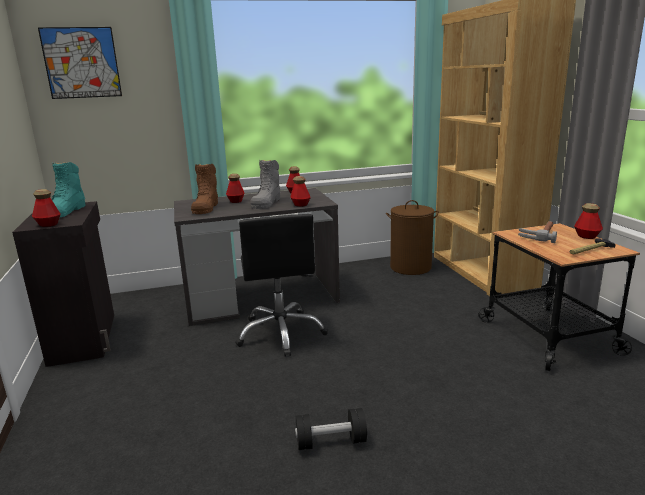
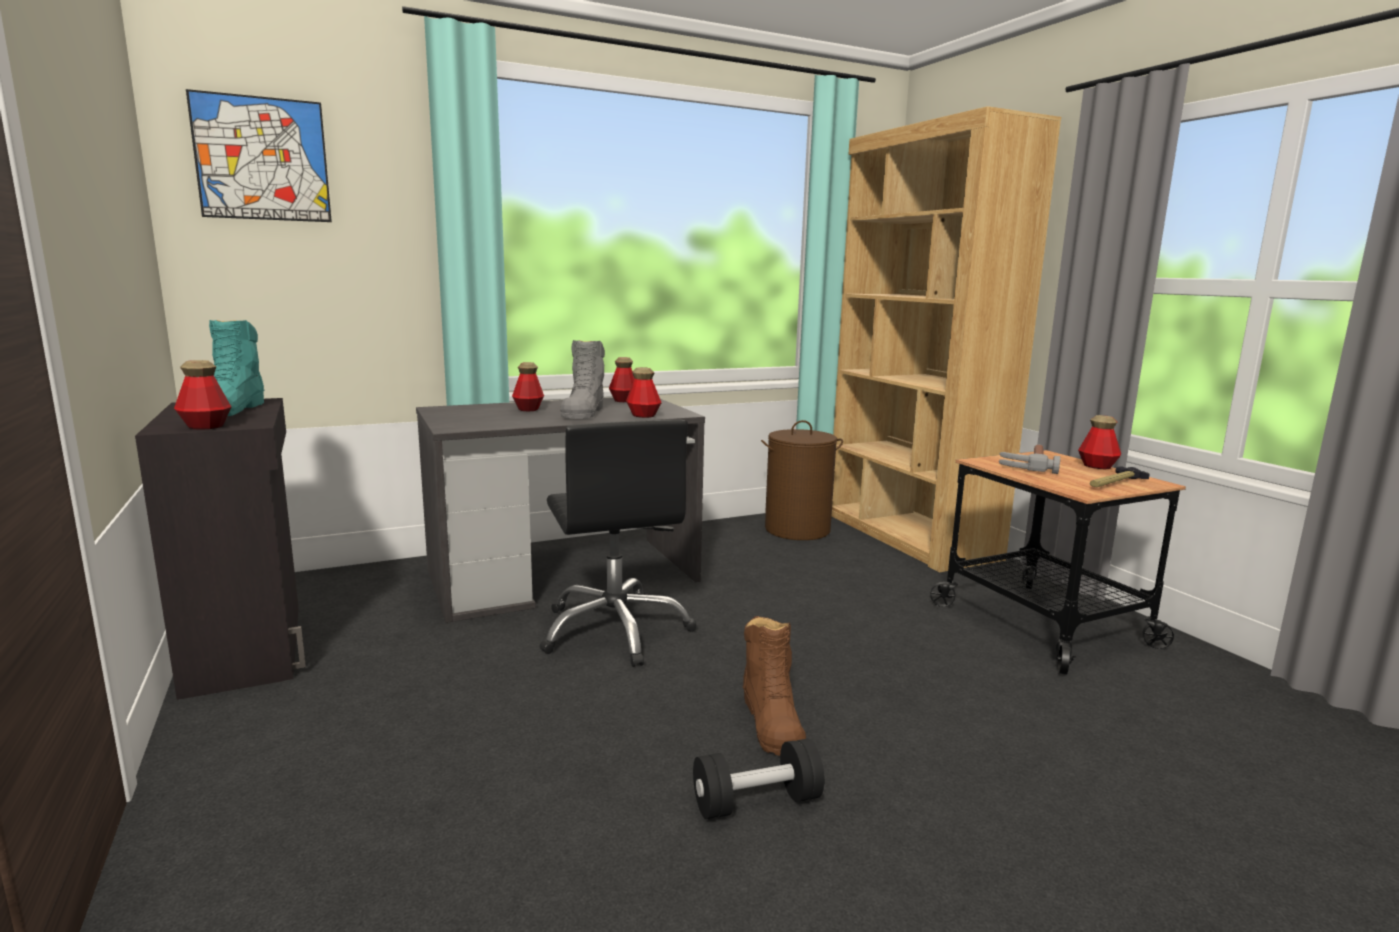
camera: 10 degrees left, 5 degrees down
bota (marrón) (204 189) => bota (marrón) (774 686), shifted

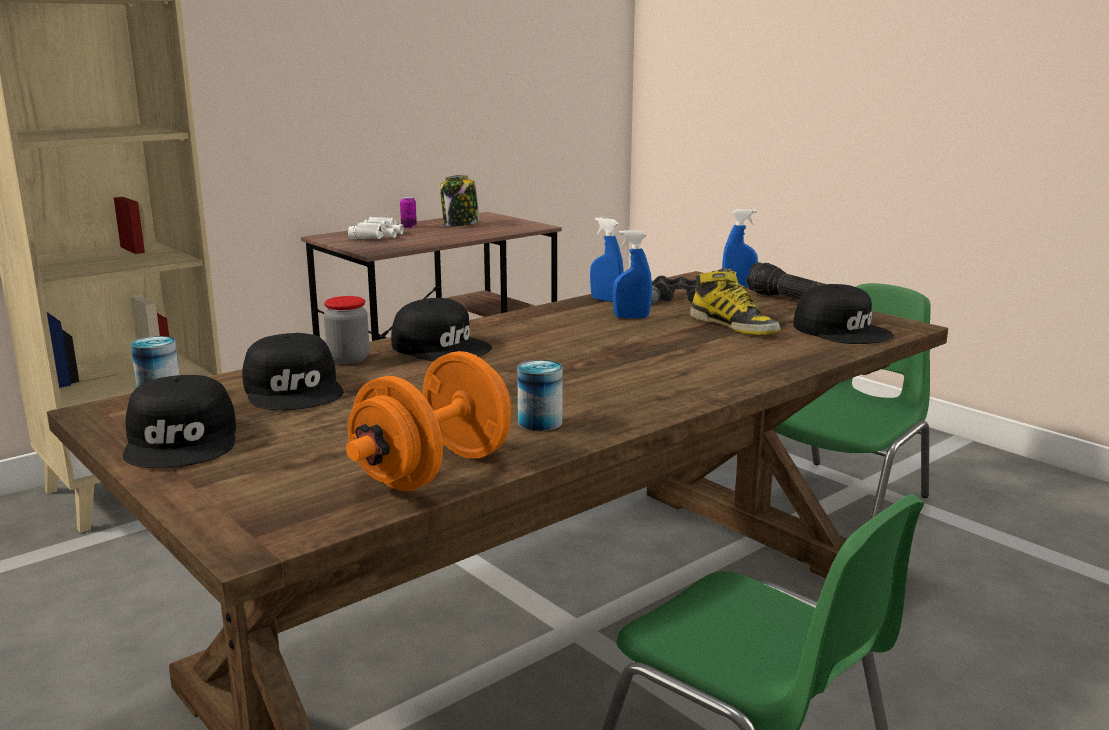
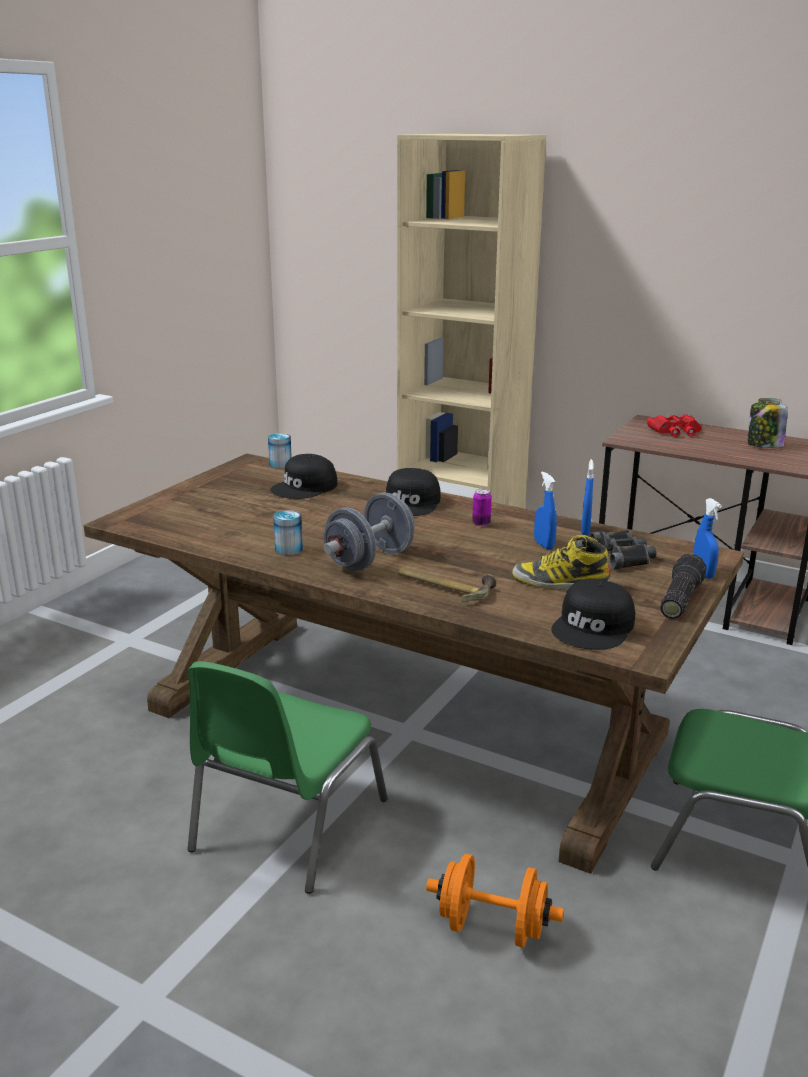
camera: 70 degrees right, 5 degrees up
gorra (negro) (179 421) => nothing
tarro (347 330) => nothing
mancuerna (naranja) (428 421) => mancuerna (naranja) (495 901), shifted
prismáticos (blanco) (376 228) => prismáticos (rojo) (674 425)
lata (408 212) => lata (482 507), shifted
bota (735 301) => bota (561 562), 75 degrees clockwise
nothing => mancuerna (gris) (369 532)
nothing => martillo (447 585)

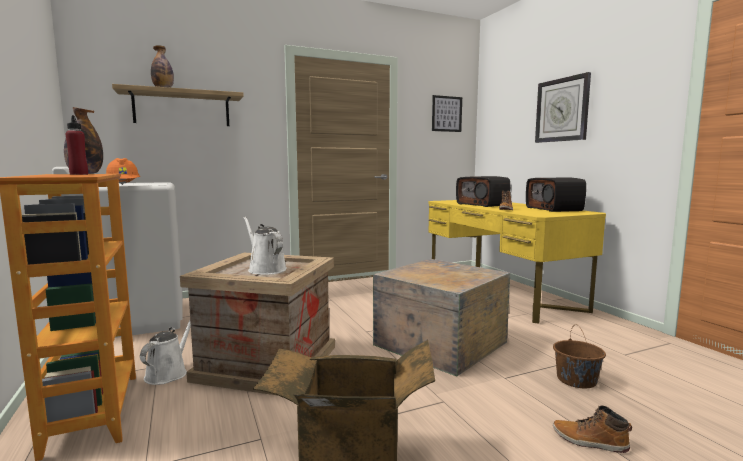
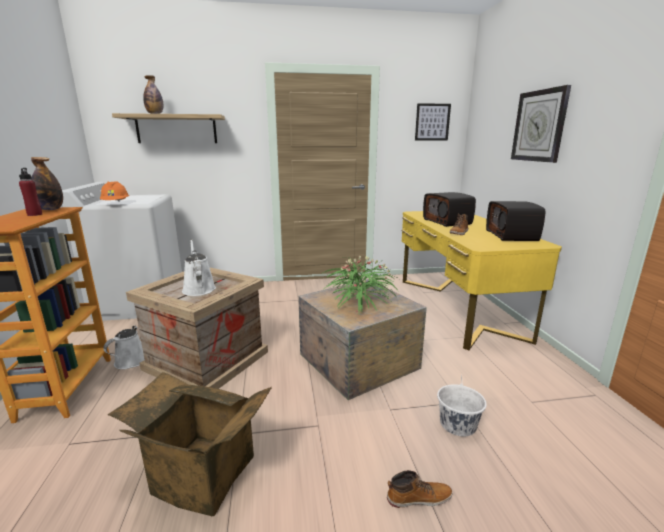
camera: 15 degrees right, 10 degrees up
cubo (marrón) (579 356) => cubo (blanco) (462 405)
bota (592 429) => bota (419 489), 135 degrees clockwise
nothing => planta en maceta (361 284)

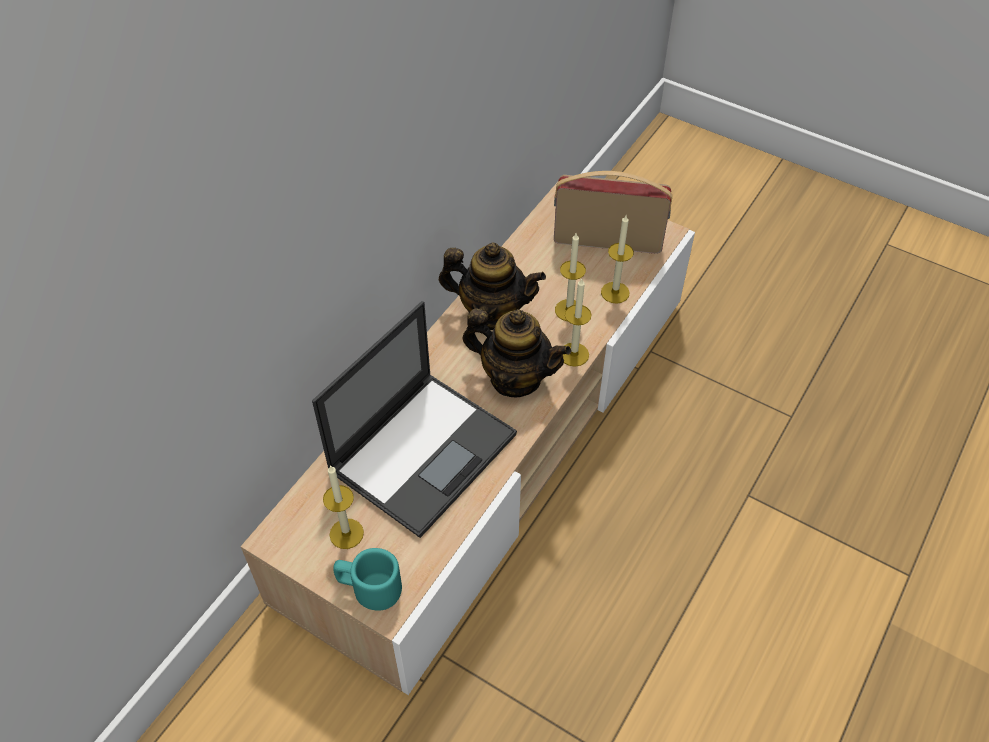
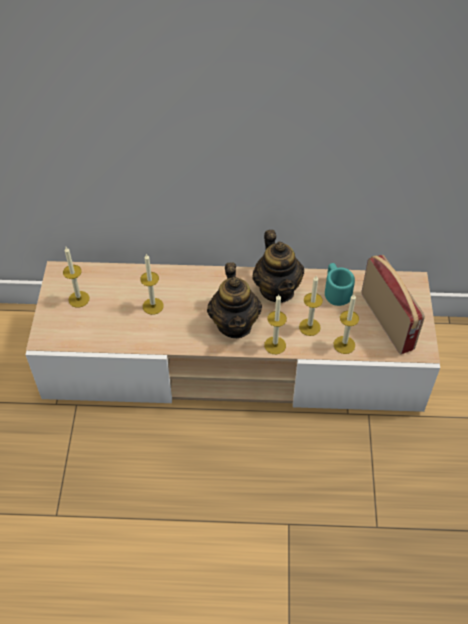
camera: 60 degrees right, 0 degrees up
portátil (414 419) => vela (152 284)
taza grande (turquesa) (367 579) => taza grande (turquesa) (340 284), shifted

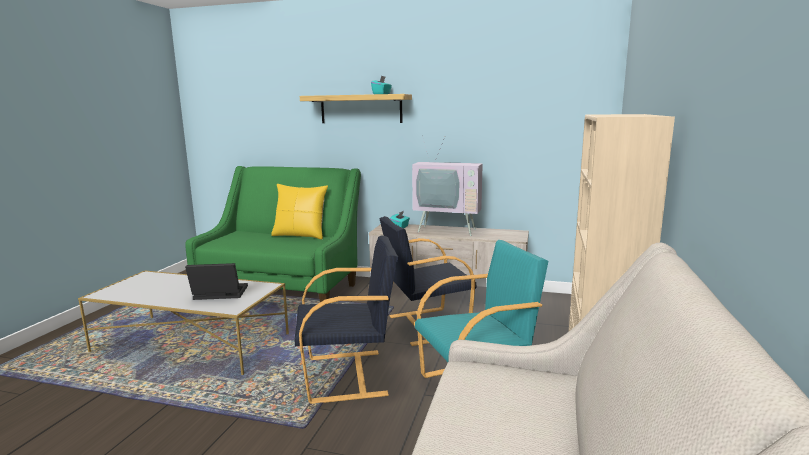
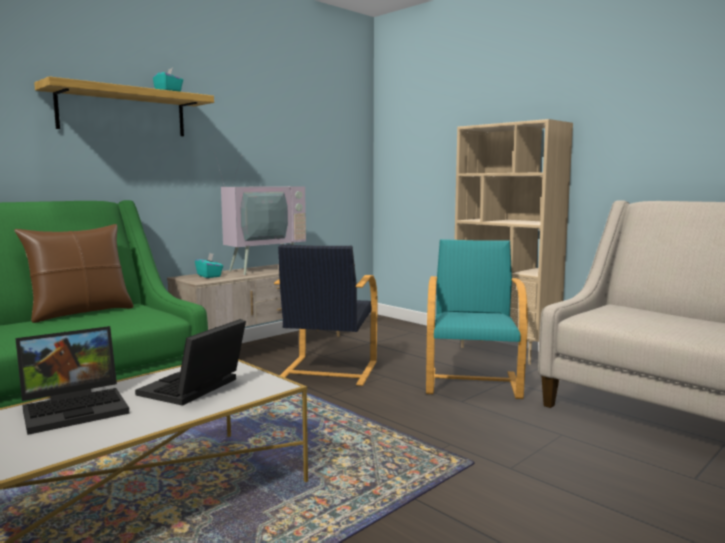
camera: 60 degrees left, 5 degrees down
cojín (amarillo) (299 211) => cojín (marrón) (74 273)
sillón (negro) (346 319) => nothing
nothing => portátil (72 380)

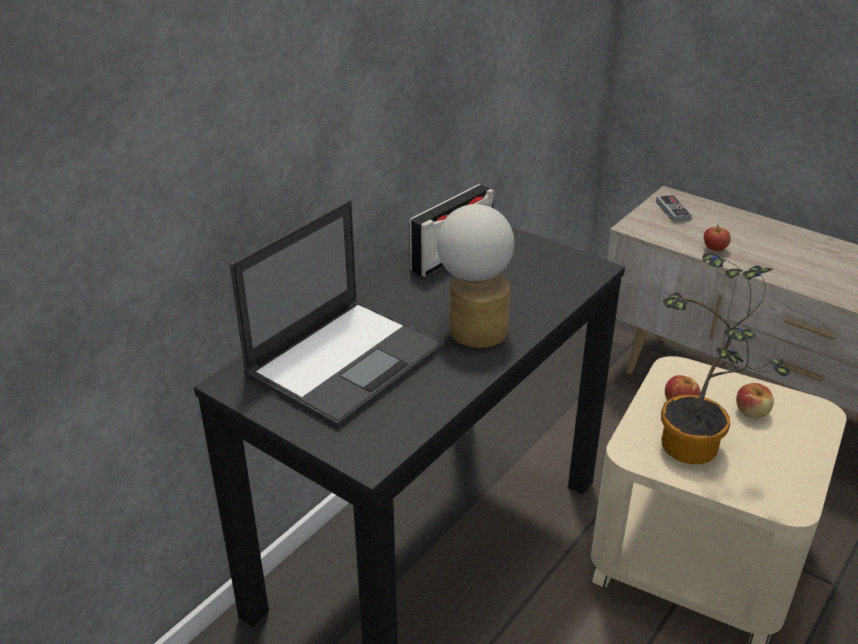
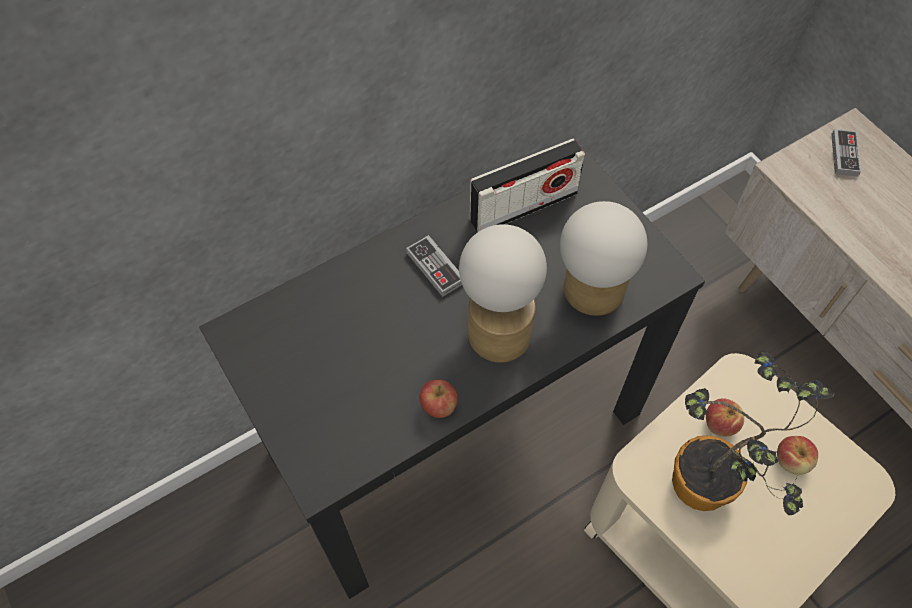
camera: 20 degrees right, 25 degrees up
portátil (337 314) => nothing
manzana (717 238) => manzana (438 399), shifted
nothing => mando de consola (434 266)
nothing => lámpara de mesa (603 258)

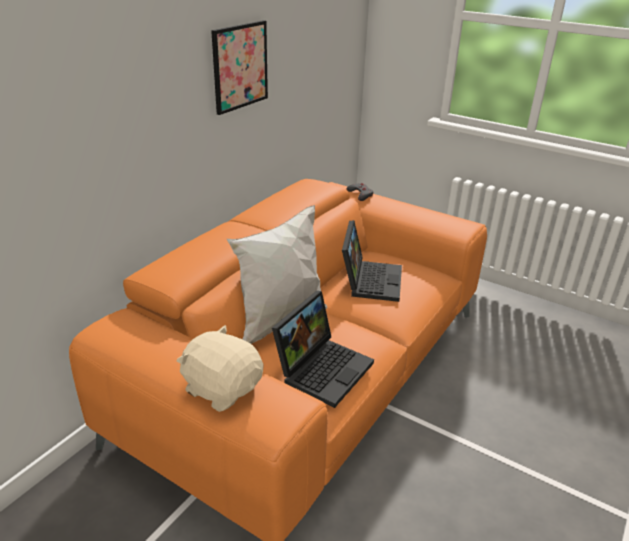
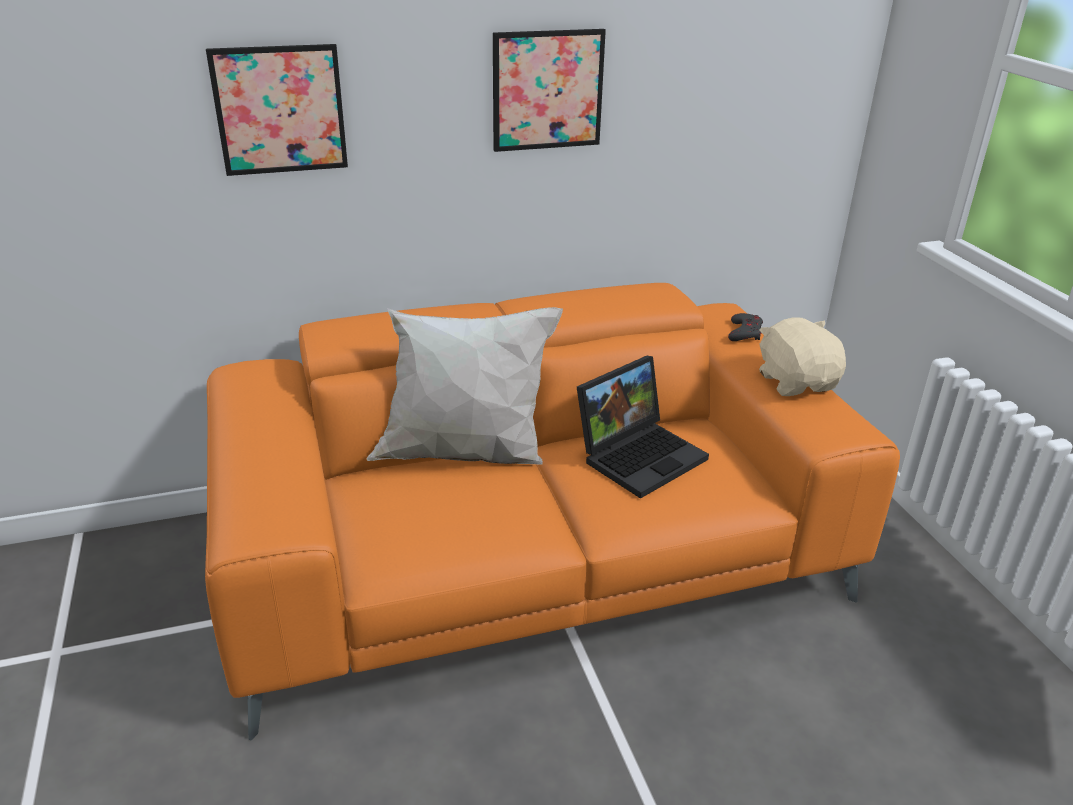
camera: 40 degrees right, 0 degrees up
peluche (beis) (219 368) => peluche (beis) (802 356), shifted
portátil (323 349) => nothing
nothing => cuadro (277 110)

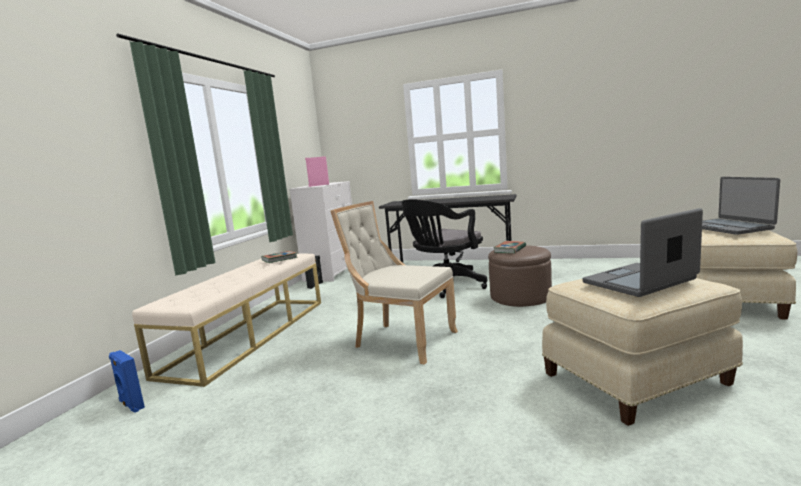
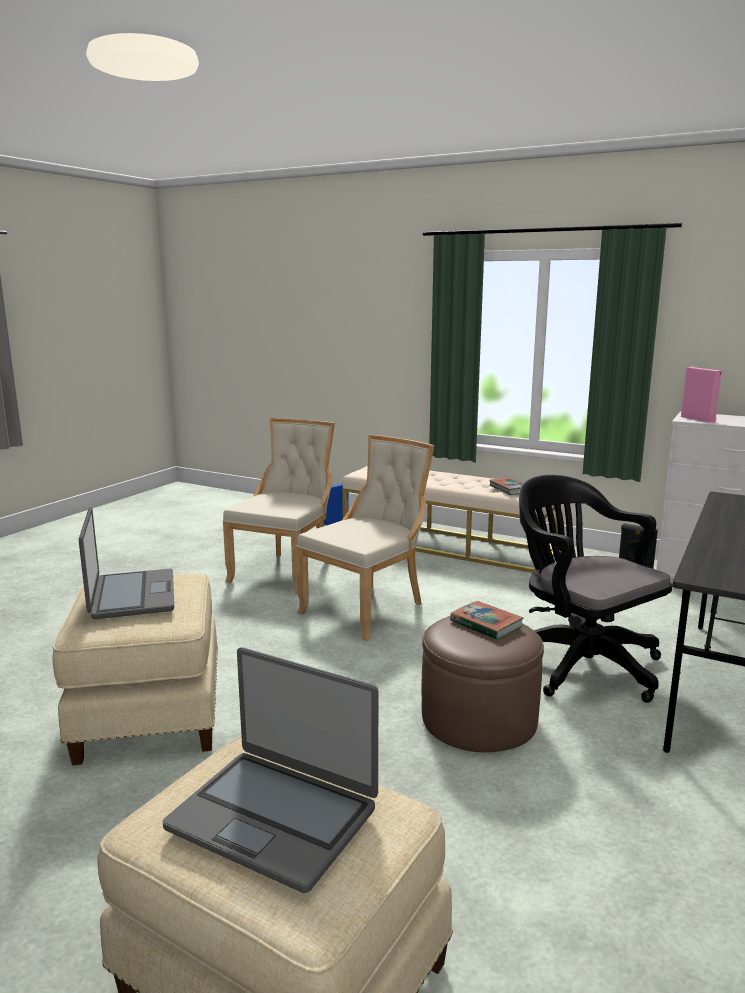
camera: 100 degrees right, 5 degrees up
portátil (741 206) => portátil (270 770), 150 degrees counterclockwise
nothing => silla (beis) (279 506)

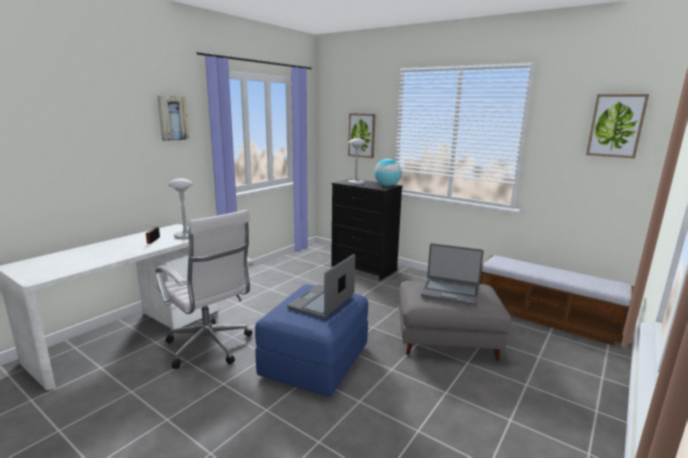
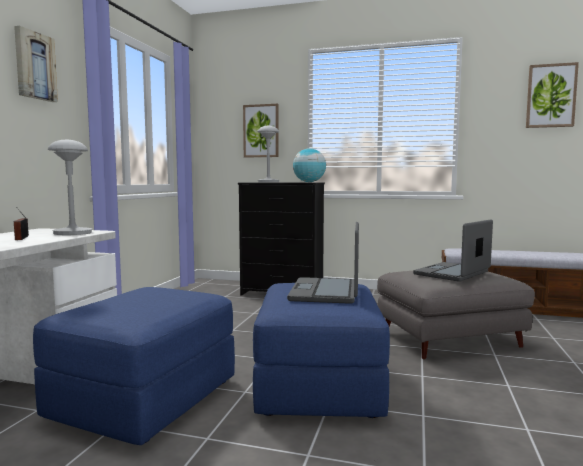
camera: 20 degrees left, 10 degrees down
silla de oficina (blanco) (204 289) => puf (azul) (134 366)
portátil (452 274) => portátil (453 250), 135 degrees clockwise

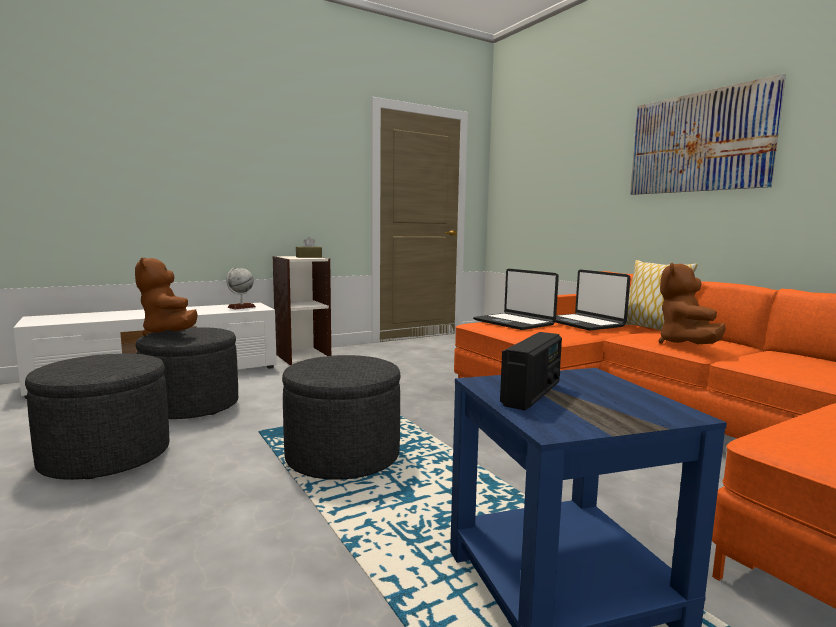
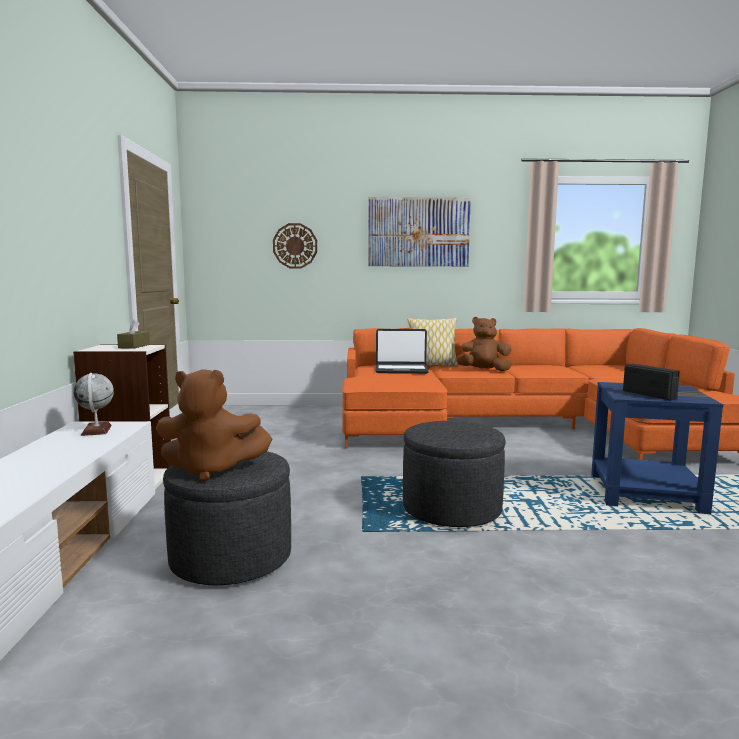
camera: 60 degrees left, 0 degrees up
puf (gris) (97 416) => nothing
portátil (516 299) => nothing
peluche (marrón) (692 303) => peluche (marrón) (484 344), 135 degrees clockwise
nothing => reloj de pared (295 245)

